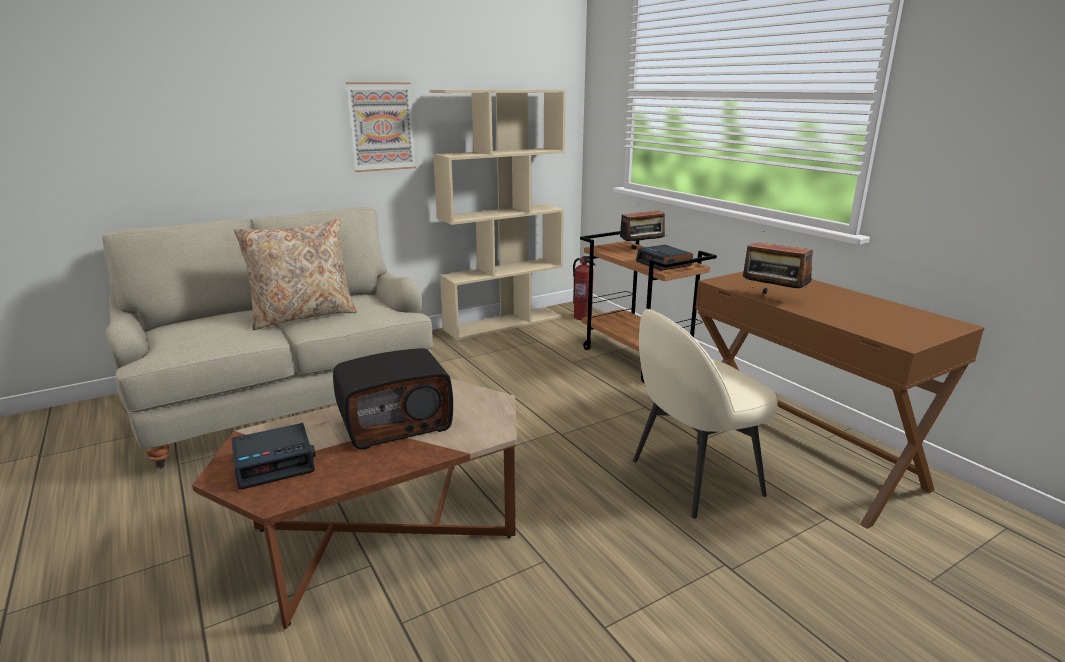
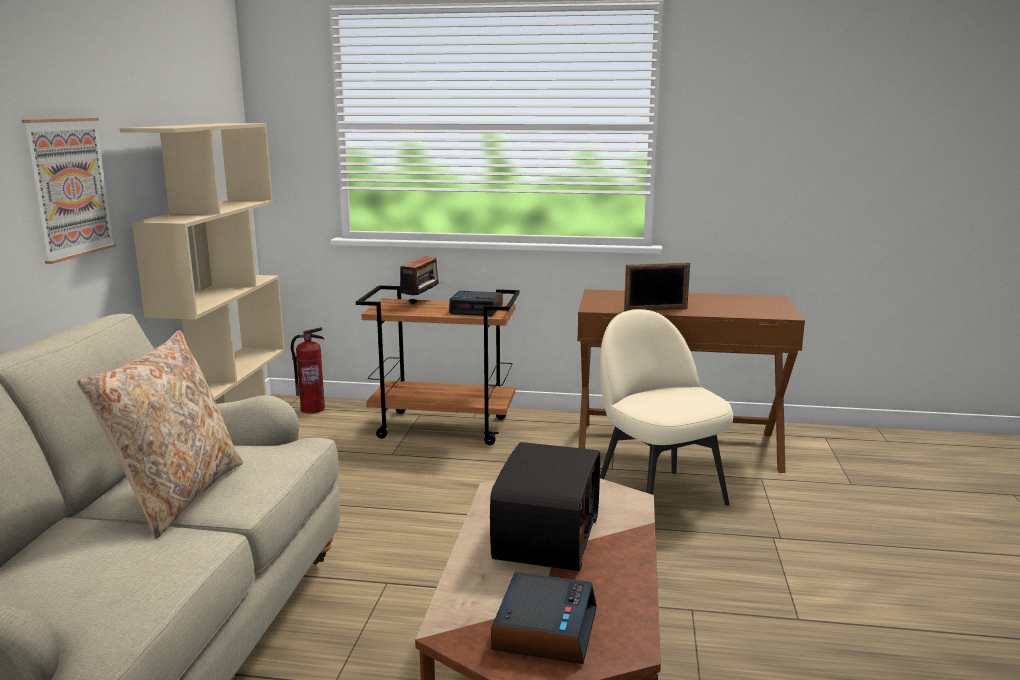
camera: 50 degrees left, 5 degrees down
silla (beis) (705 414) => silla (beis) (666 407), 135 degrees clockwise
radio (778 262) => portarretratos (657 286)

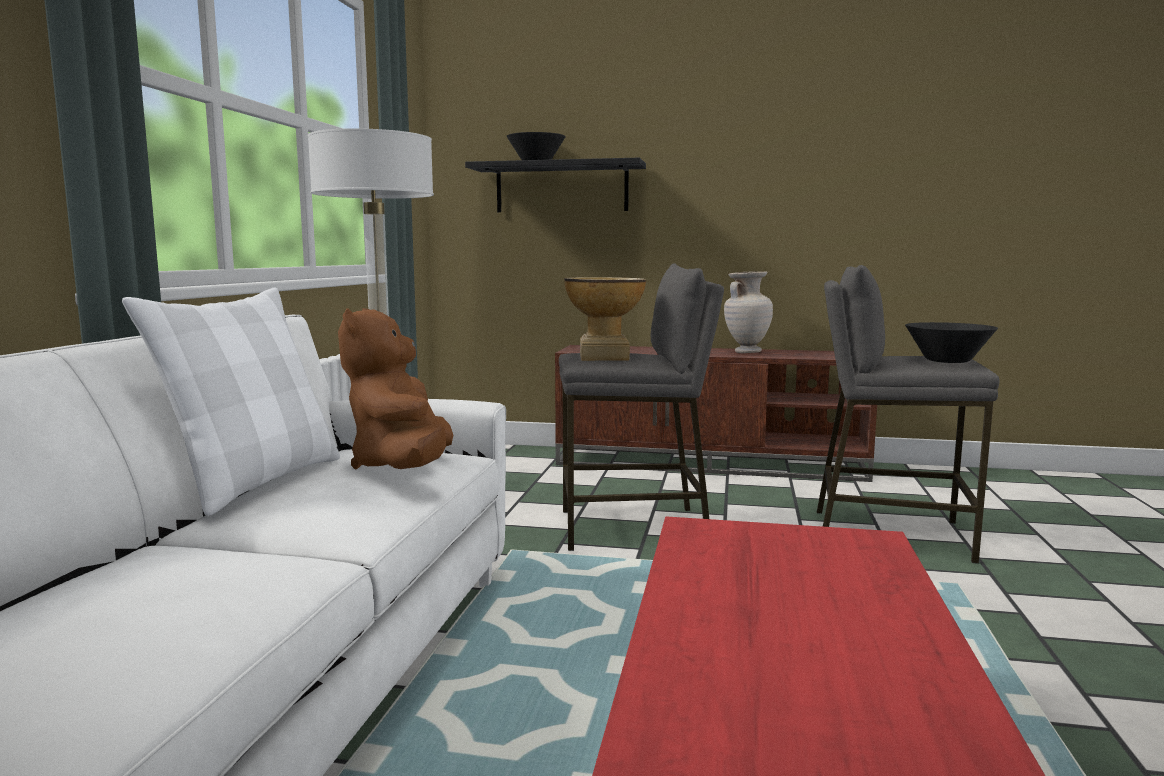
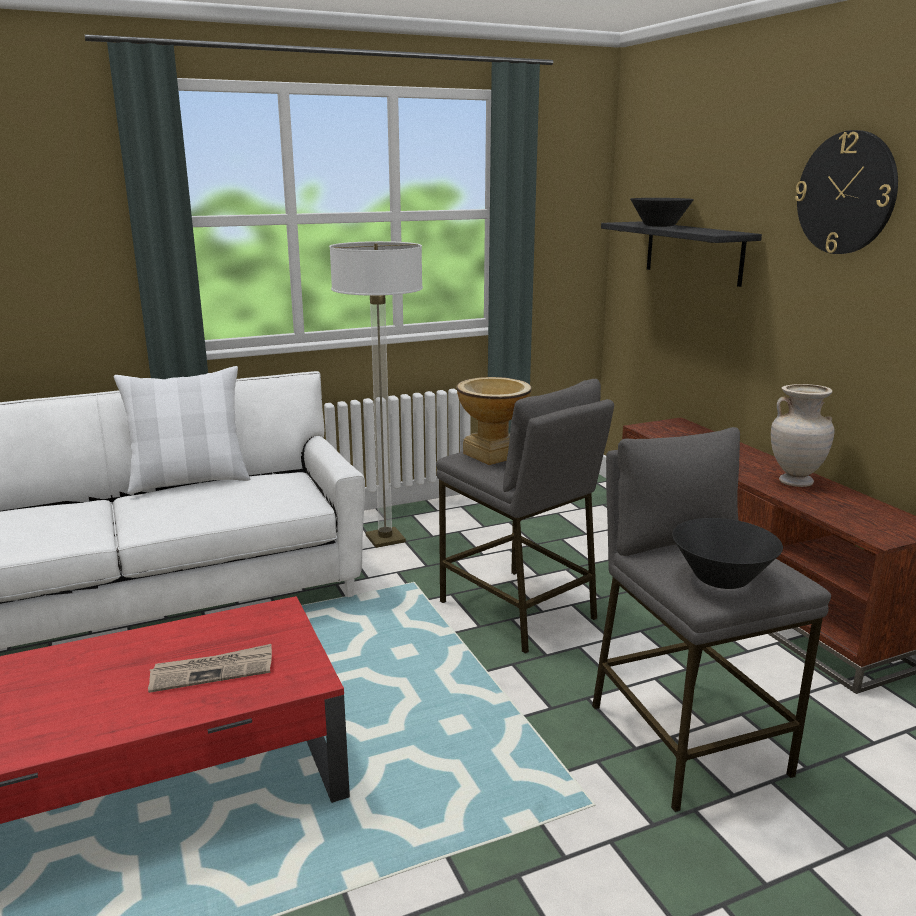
camera: 55 degrees right, 10 degrees up
peluche (marrón) (395 389) => nothing
nothing => periódico (210 668)
nothing => reloj de pared (846 192)

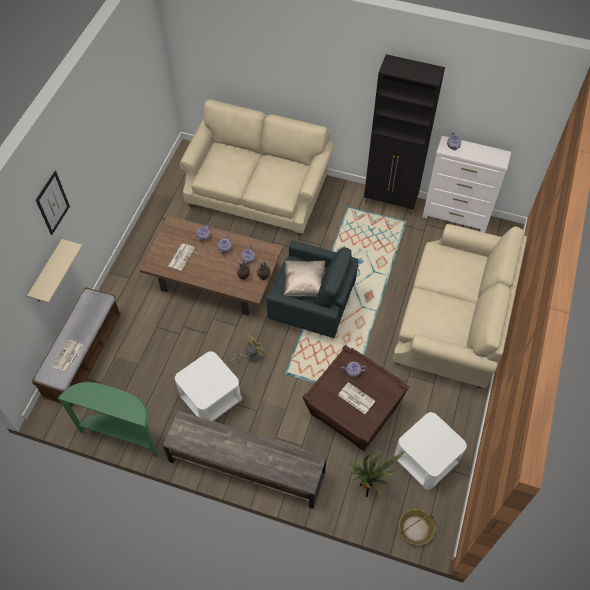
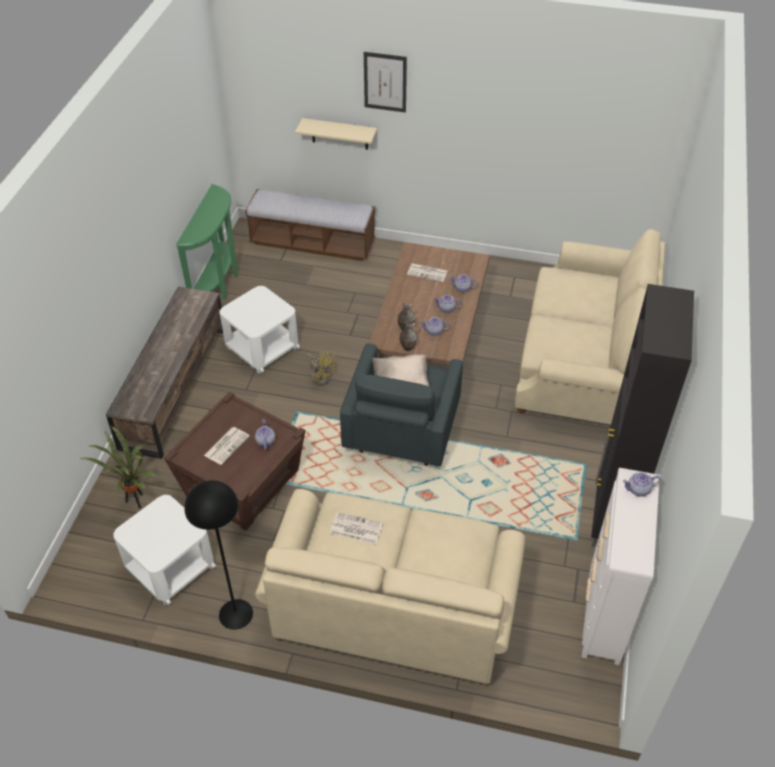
camera: 85 degrees right, 10 degrees down
periódico (68 356) => periódico (356 528), shifted
cesta (417 527) => nothing
nothing => lámpara de pie (negro) (218 555)

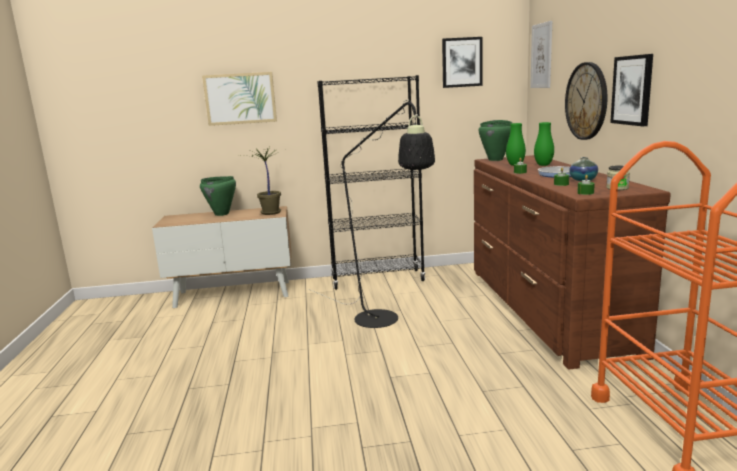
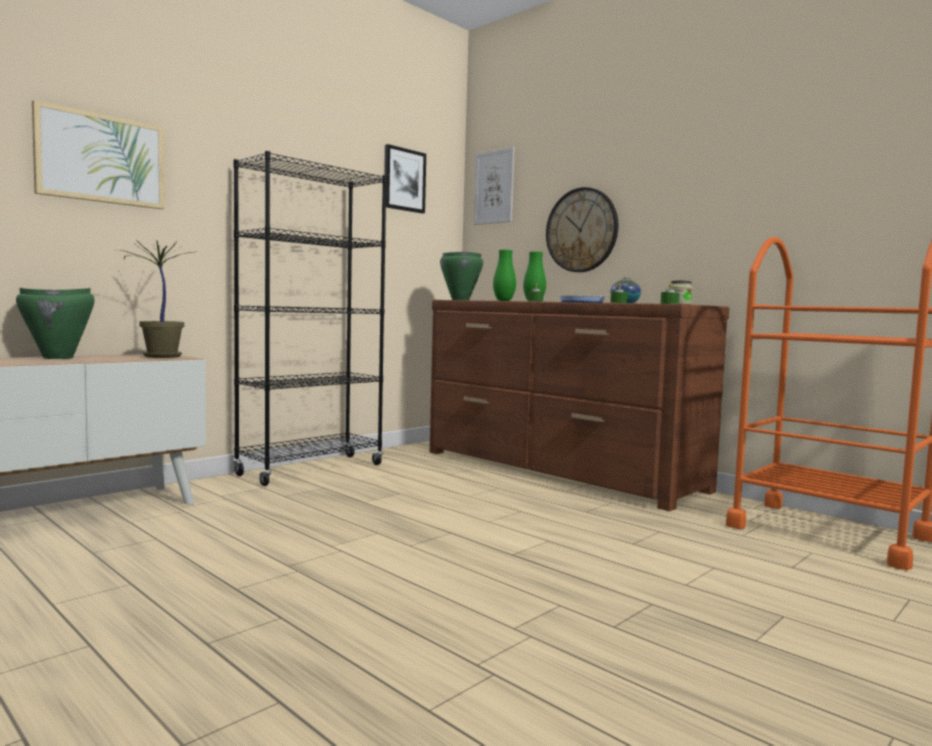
camera: 40 degrees left, 10 degrees down
lámpara de pie (negro) (371 214) => nothing
cuadro (631 90) => nothing

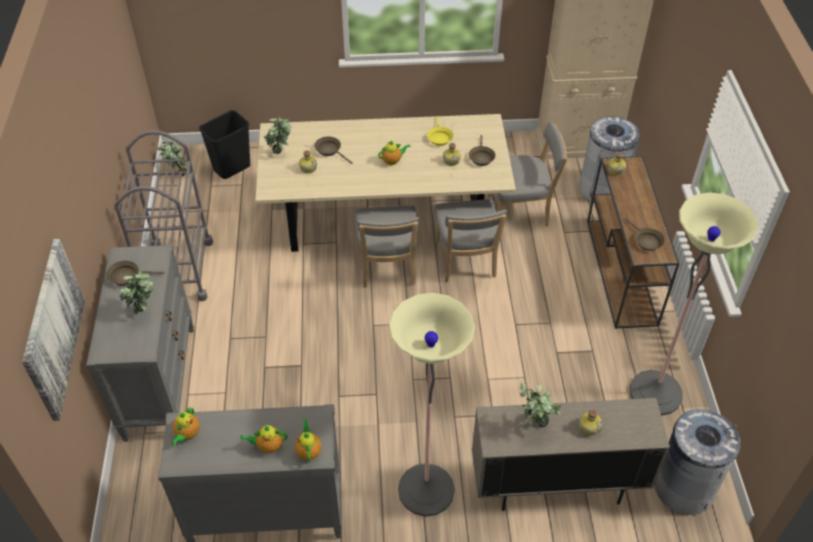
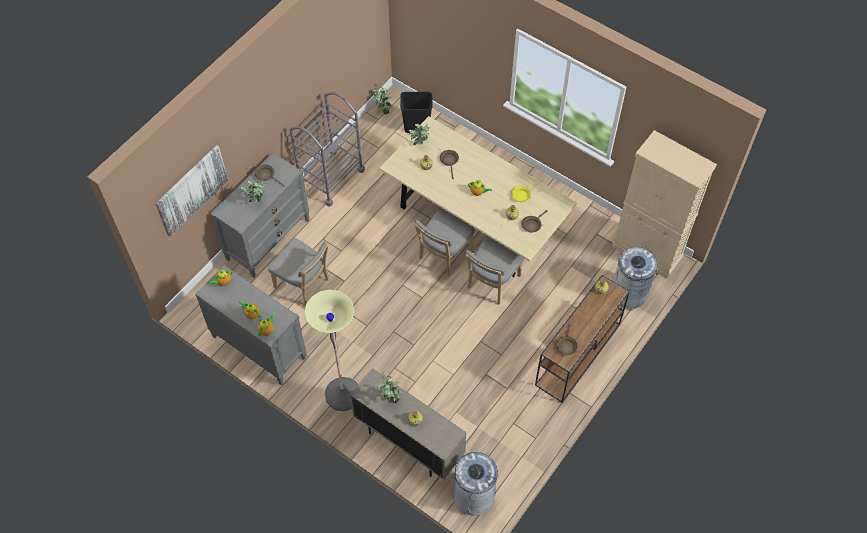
camera: 40 degrees right, 10 degrees up
silla (gris) (527 174) => silla (gris) (298 272), shifted
lámpara de pie (694 304) => nothing

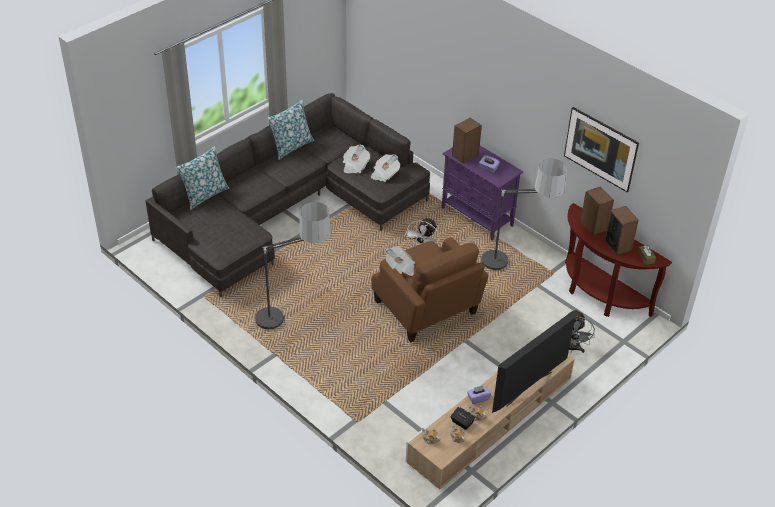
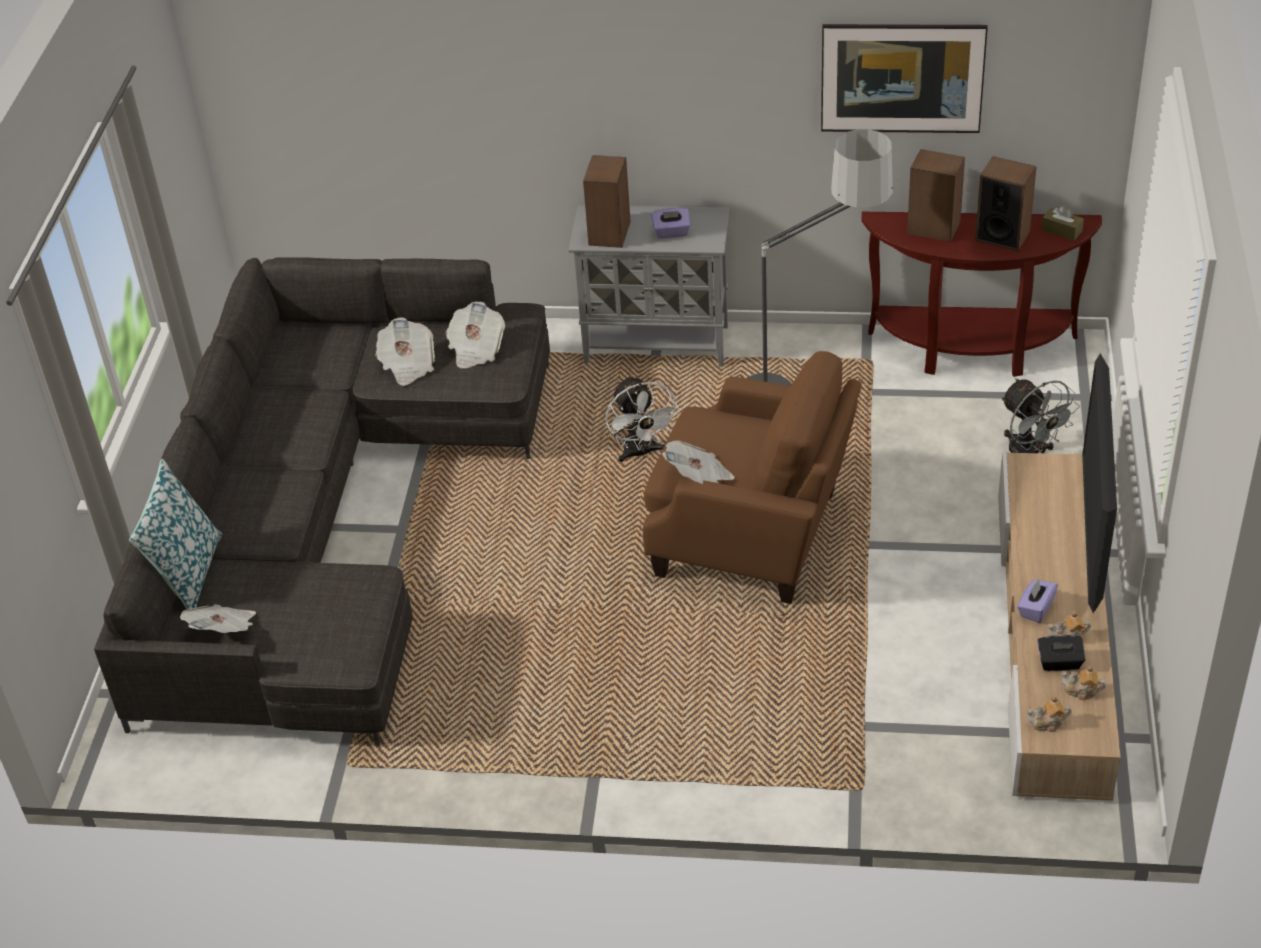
camera: 35 degrees left, 0 degrees up
lámpara de pie (293 265) => nothing
cojín (290 130) => nothing
armario (morado) (482 193) => armario (gris) (649 286)
nothing => periódico (218 618)

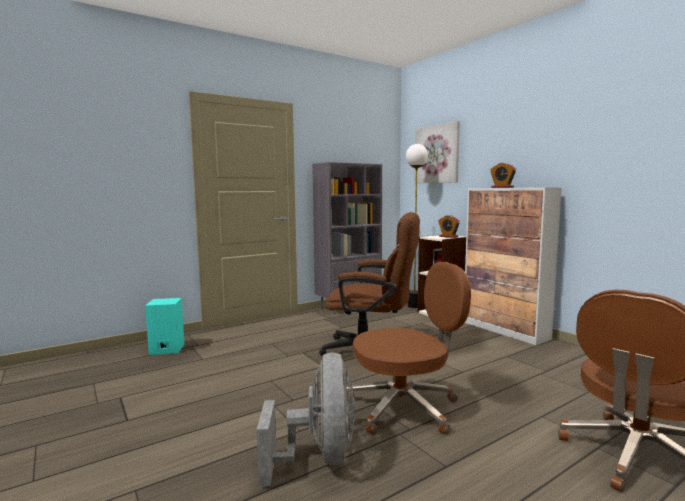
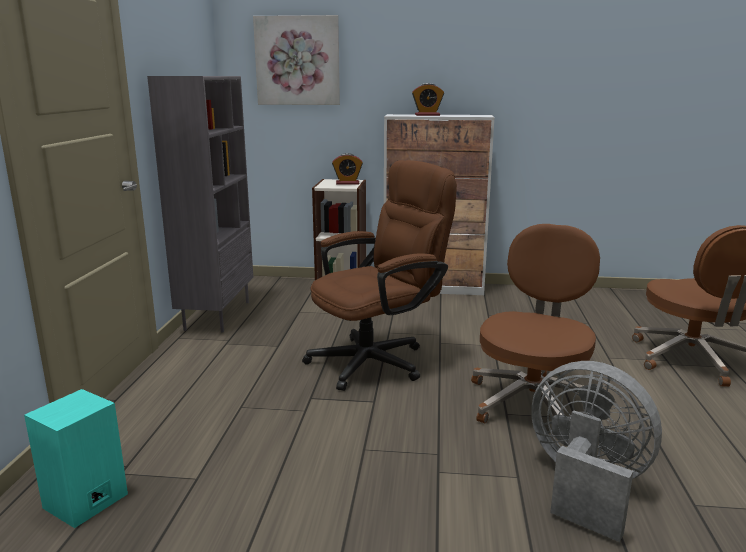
camera: 50 degrees left, 10 degrees up
lámpara de pie (417 226) => nothing

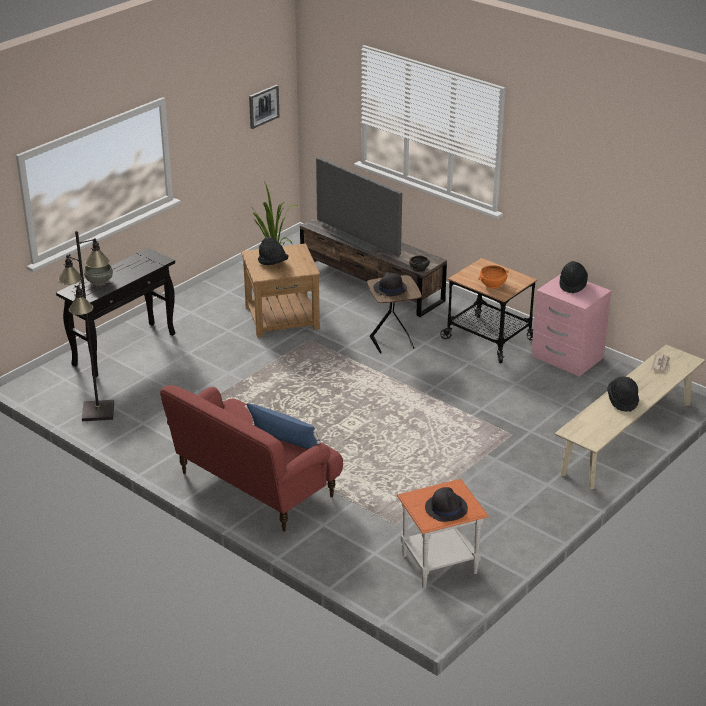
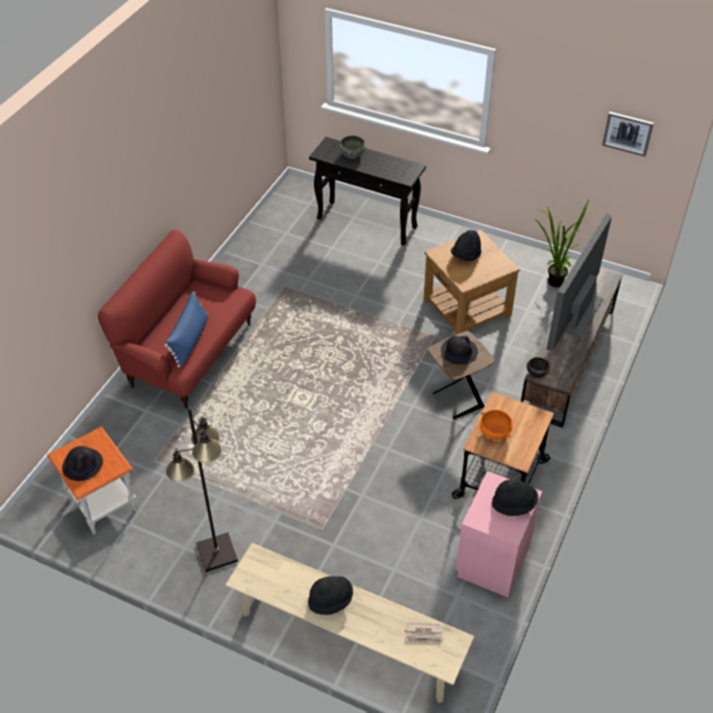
camera: 75 degrees right, 15 degrees up
lámpara de pie (negro) (86 326) => lámpara de pie (negro) (202 489), shifted

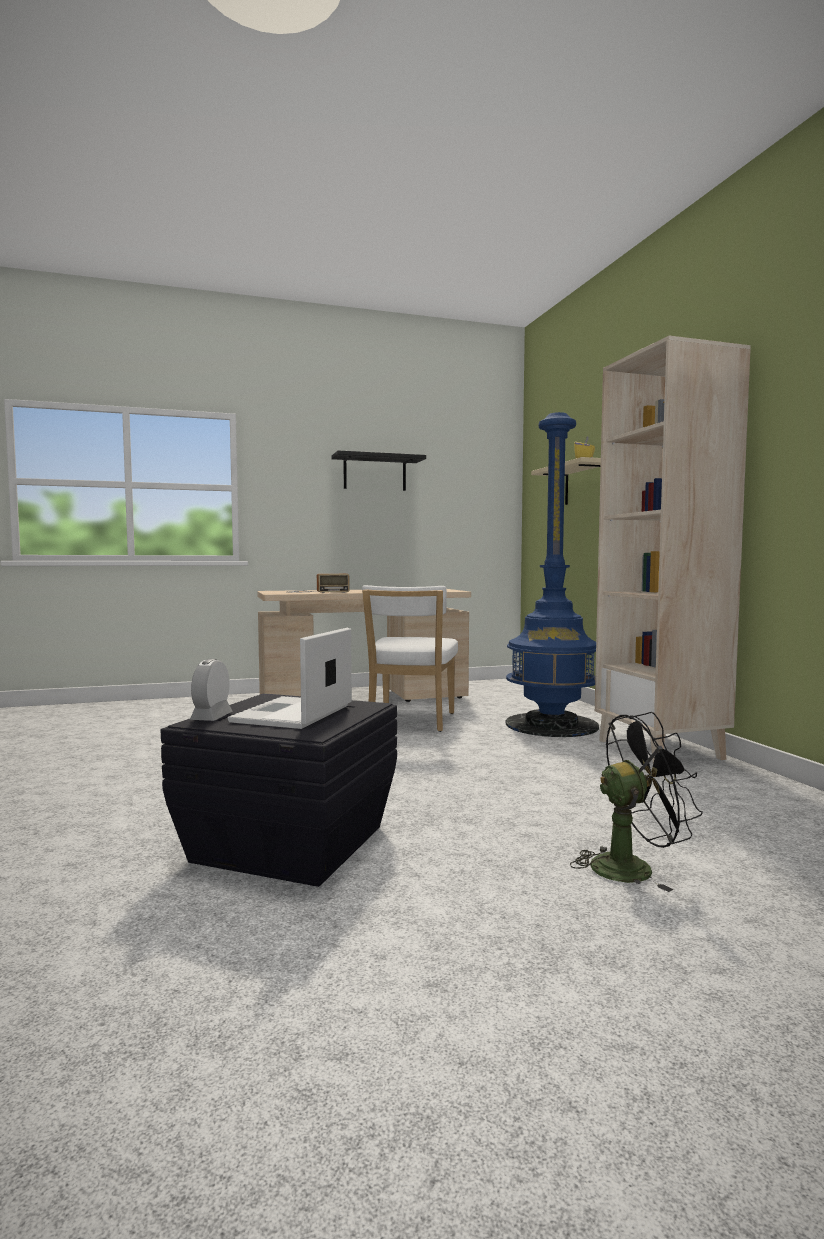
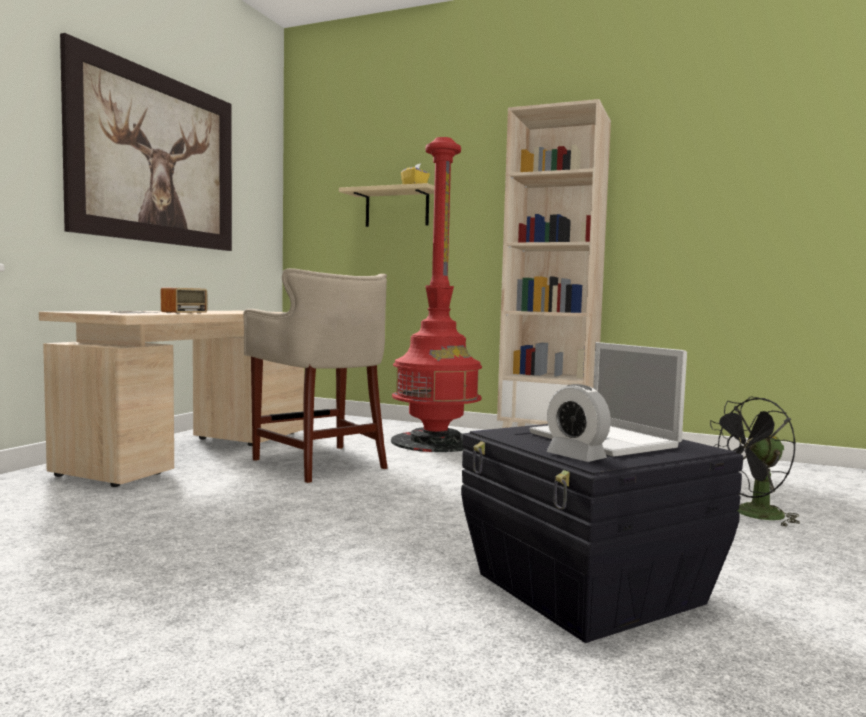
camera: 50 degrees left, 0 degrees up
estante (negro) (379 470) => cuadro (146 142)
silla (blanco) (410 658) => taburete (beis) (315 375)
lámpara de pie (azul) (552 574) => lámpara de pie (rojo) (436 294)
ventilador (negro) (636 802) => ventilador (negro) (755 461), 135 degrees counterclockwise

